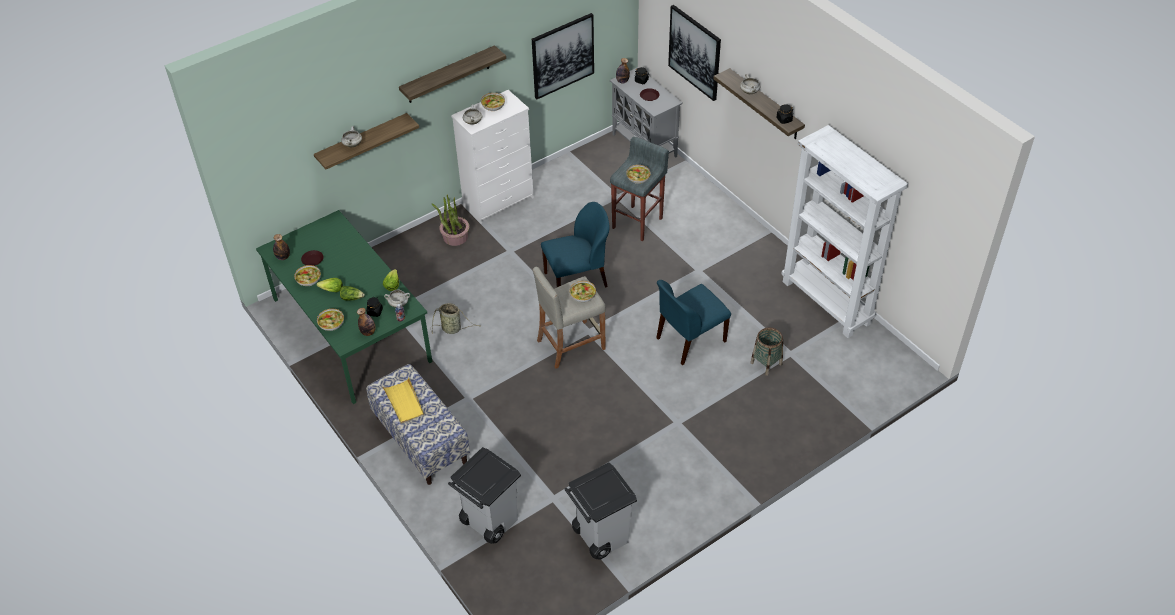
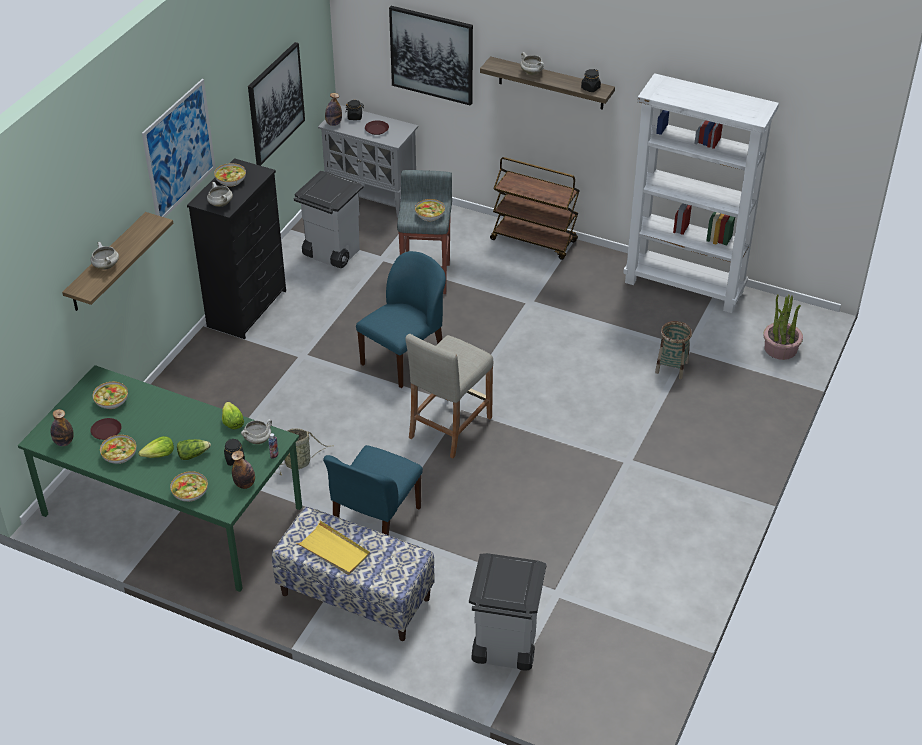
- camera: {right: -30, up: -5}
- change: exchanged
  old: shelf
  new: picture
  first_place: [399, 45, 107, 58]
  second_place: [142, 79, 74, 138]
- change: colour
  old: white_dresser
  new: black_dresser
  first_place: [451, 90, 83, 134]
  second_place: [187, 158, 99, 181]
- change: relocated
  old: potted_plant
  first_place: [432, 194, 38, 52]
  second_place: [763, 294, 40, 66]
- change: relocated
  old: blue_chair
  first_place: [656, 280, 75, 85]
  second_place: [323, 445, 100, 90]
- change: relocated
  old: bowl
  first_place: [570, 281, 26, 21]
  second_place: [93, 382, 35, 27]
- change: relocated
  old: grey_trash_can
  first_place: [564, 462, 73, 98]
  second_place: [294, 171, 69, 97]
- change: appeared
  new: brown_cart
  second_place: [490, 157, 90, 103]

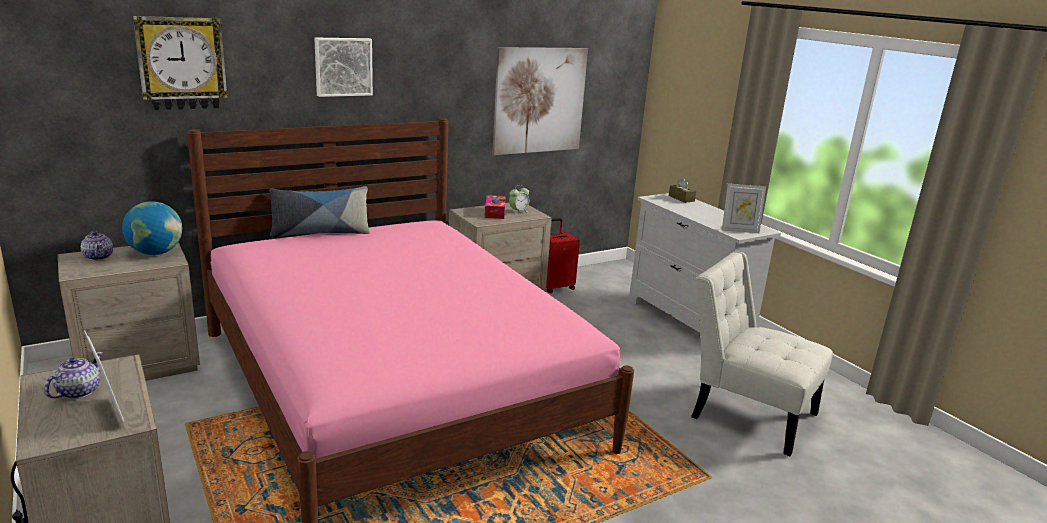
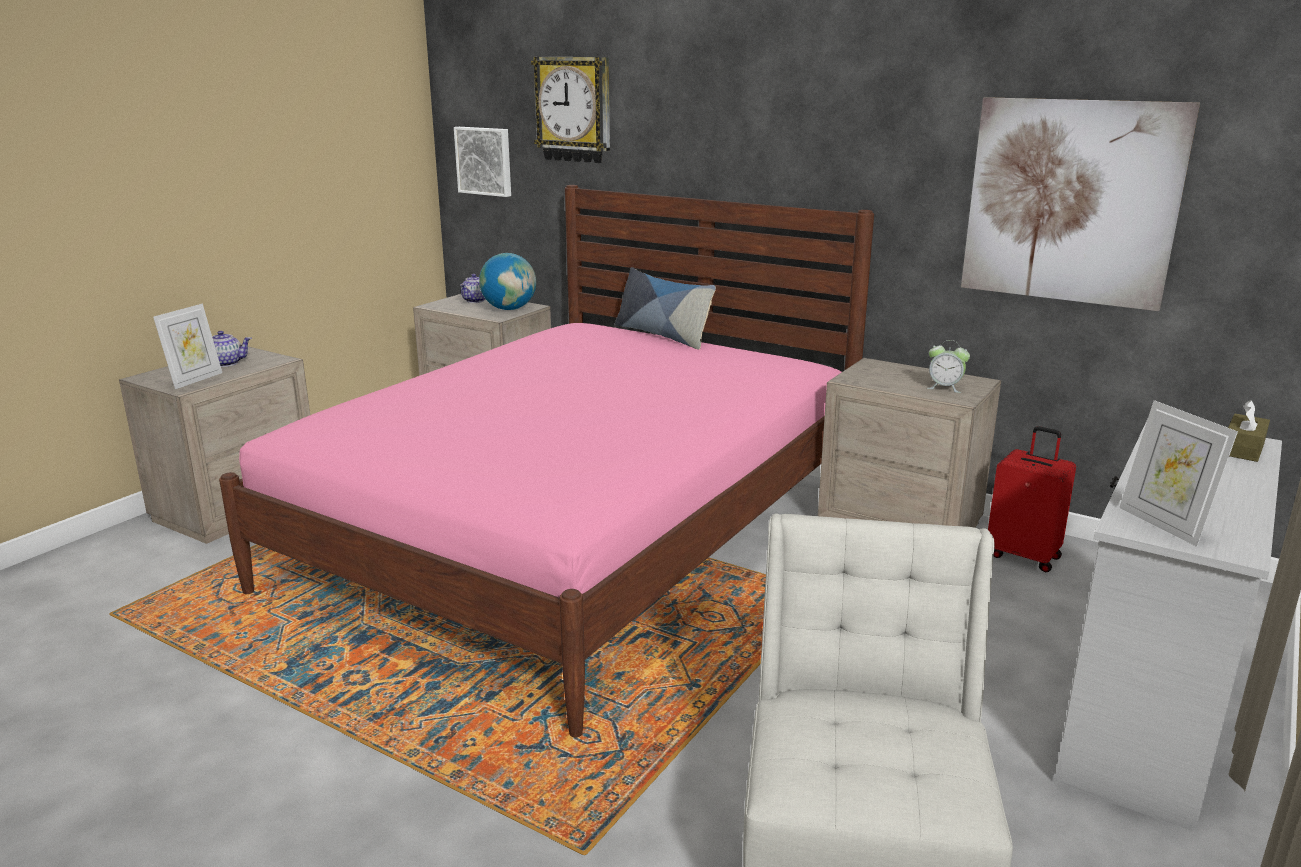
- camera: {right: 65, up: 0}
- change: relocated
  old: picture
  first_place: [314, 38, 59, 59]
  second_place: [454, 127, 57, 70]
- change: missing
  old: tissue_box
  first_place: [485, 195, 21, 24]

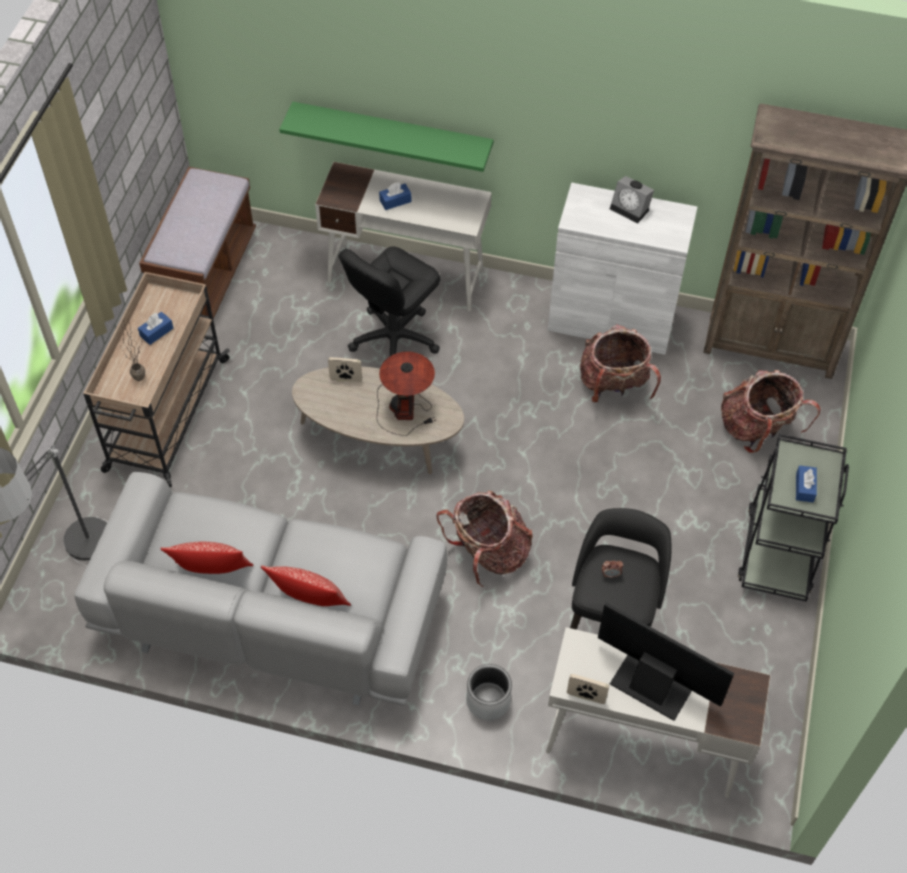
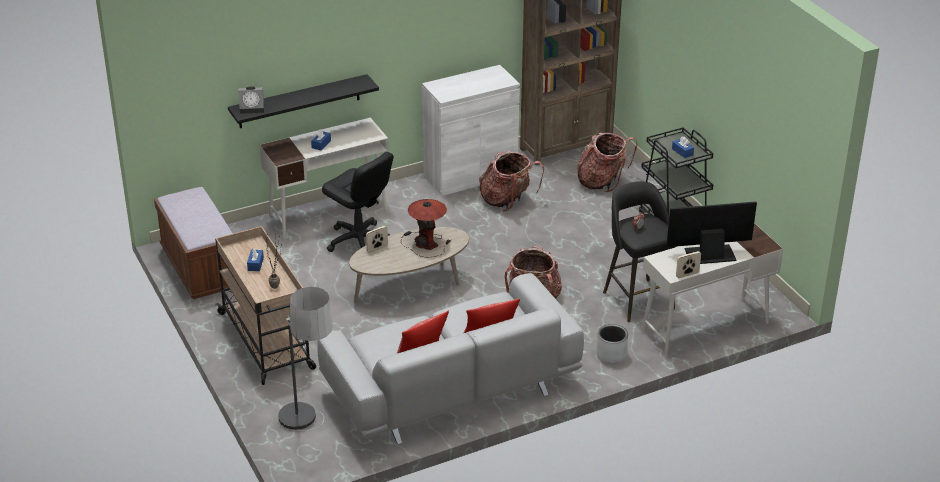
- camera: {right: -40, up: -20}
- change: colour
  old: green_shelf
  new: black_shelf
  first_place: [279, 102, 214, 70]
  second_place: [228, 74, 151, 54]
- change: relocated
  old: alarm_clock
  first_place: [610, 176, 44, 47]
  second_place: [238, 87, 26, 27]
- change: spun
  old: black_office_chair
  first_place: [338, 246, 102, 110]
  second_place: [322, 152, 72, 100]
  degrees: -45

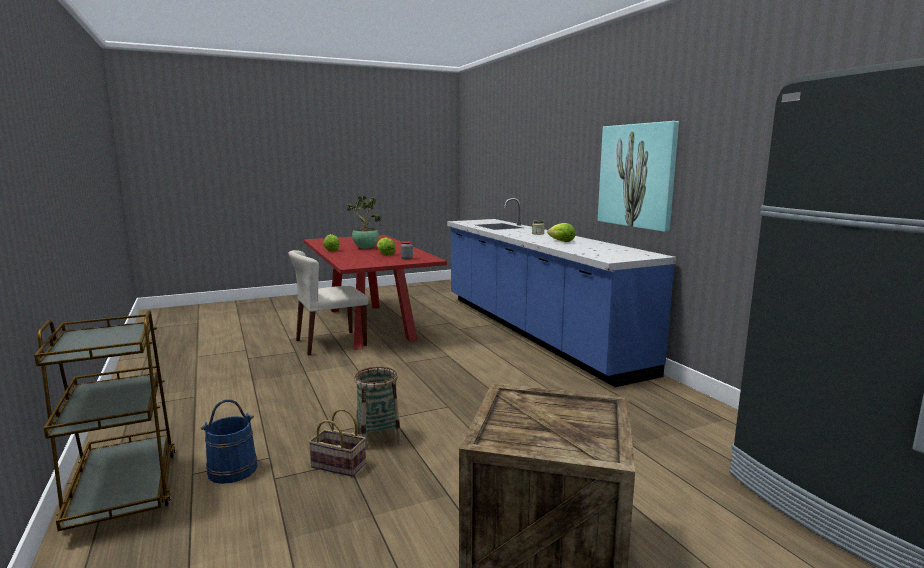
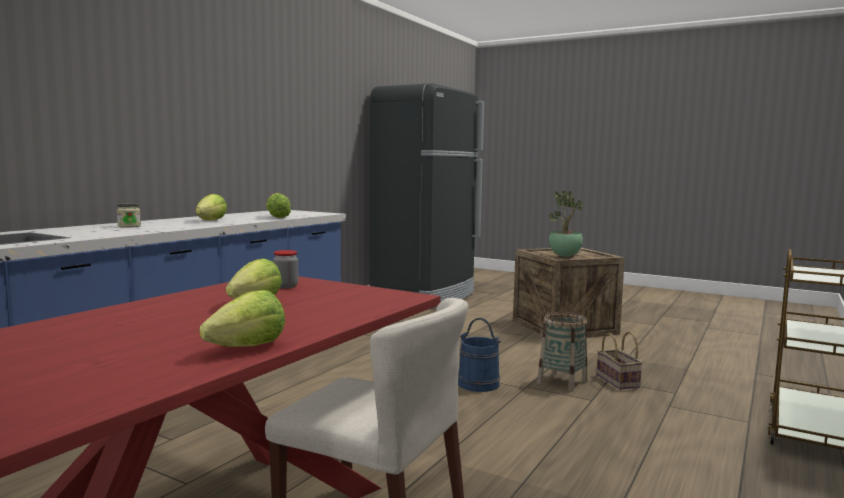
- camera: {right: -125, up: -5}
- change: missing
  old: picture
  first_place: [598, 121, 81, 111]
- change: relocated
  old: potted_plant
  first_place: [347, 196, 34, 53]
  second_place: [548, 190, 35, 67]
- change: relocated
  old: blue_bucket
  first_place: [201, 399, 56, 85]
  second_place: [458, 317, 43, 75]
- change: appeared
  new: lettuce
  second_place: [266, 193, 25, 25]

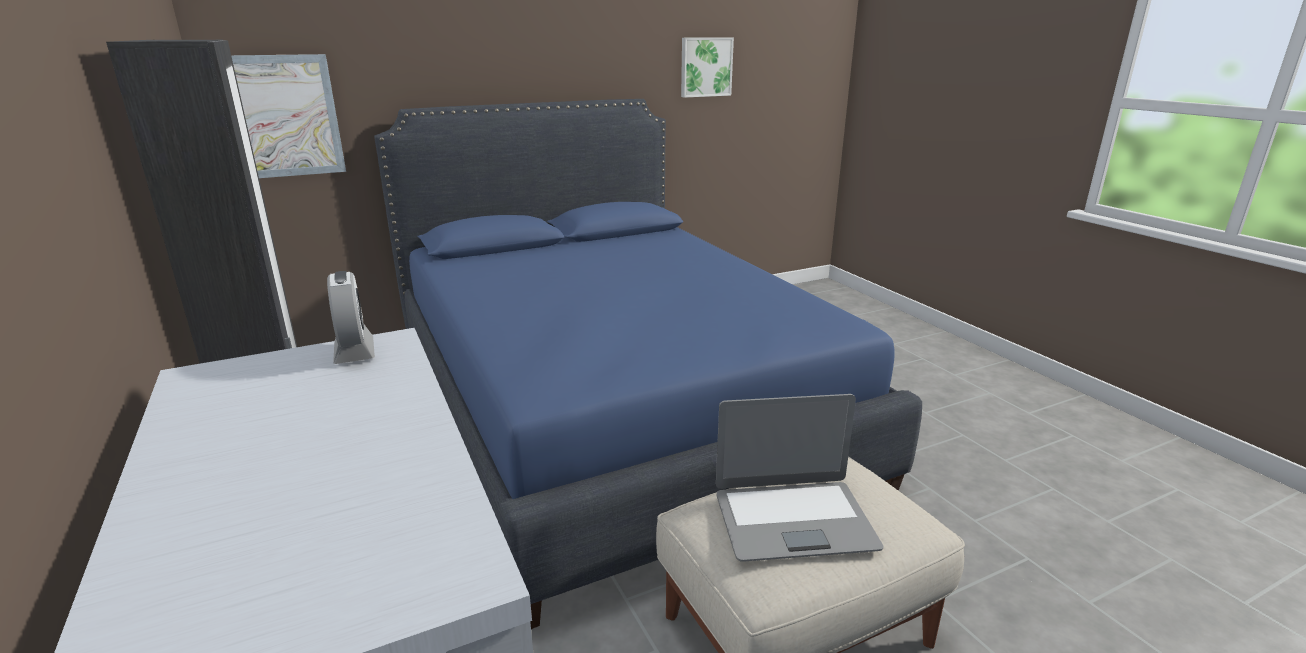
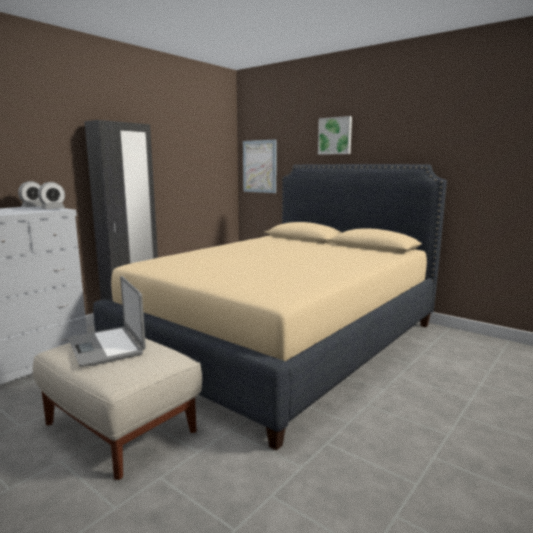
- camera: {right: 65, up: -10}
- change: relocated
  old: picture
  first_place: [681, 37, 53, 61]
  second_place: [318, 116, 34, 39]
- change: colour
  old: blue_bed
  new: beige_bed
  first_place: [374, 99, 548, 530]
  second_place: [93, 164, 354, 287]
- change: appeared
  new: alarm_clock
  second_place: [18, 181, 25, 26]

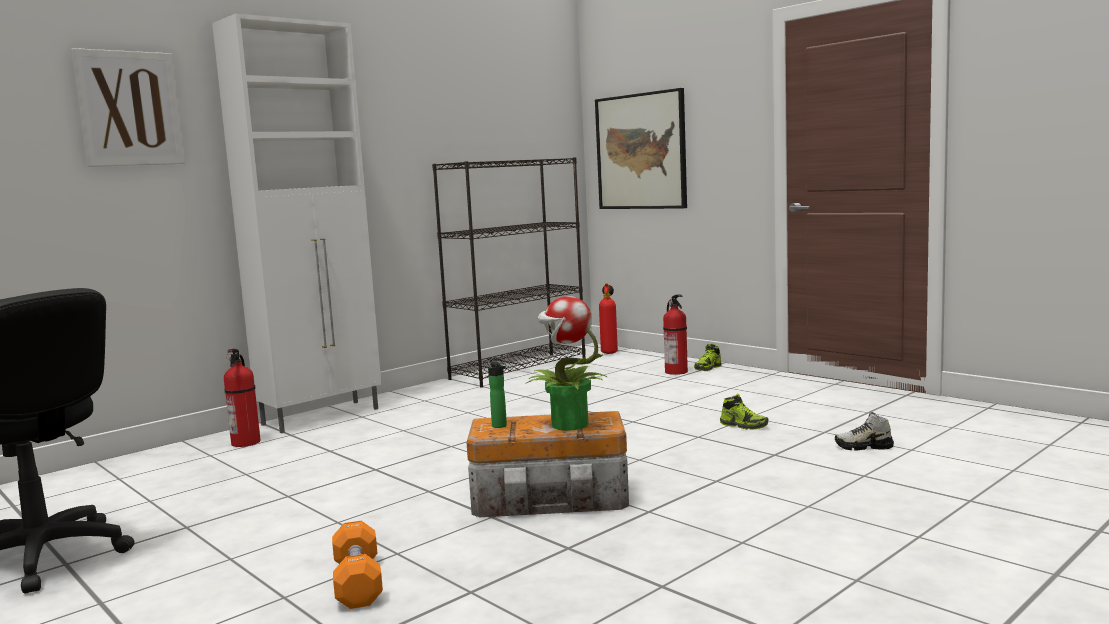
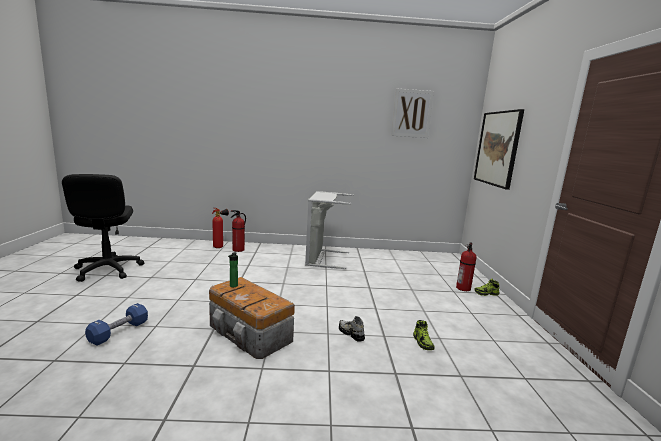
- camera: {right: 40, up: 5}
- change: missing
  old: white_cabinet
  first_place: [212, 13, 169, 421]
- change: relocated
  old: picture
  first_place: [72, 48, 113, 119]
  second_place: [391, 88, 43, 50]
- change: missing
  old: black_bookcase
  first_place: [432, 157, 154, 231]
- change: relocated
  old: fire_extinguisher
  first_place: [599, 283, 19, 71]
  second_place: [212, 208, 17, 40]
- change: missing
  old: potted_plant
  first_place: [525, 296, 82, 135]
- change: relocated
  old: shoe
  first_place: [835, 412, 59, 38]
  second_place: [339, 316, 26, 26]
- change: colour
  old: orange_dumbbell
  new: blue_dumbbell
  first_place: [332, 521, 51, 88]
  second_place: [85, 303, 63, 43]
- change: appeared
  new: grey_laundry_basket
  second_place: [305, 191, 49, 78]

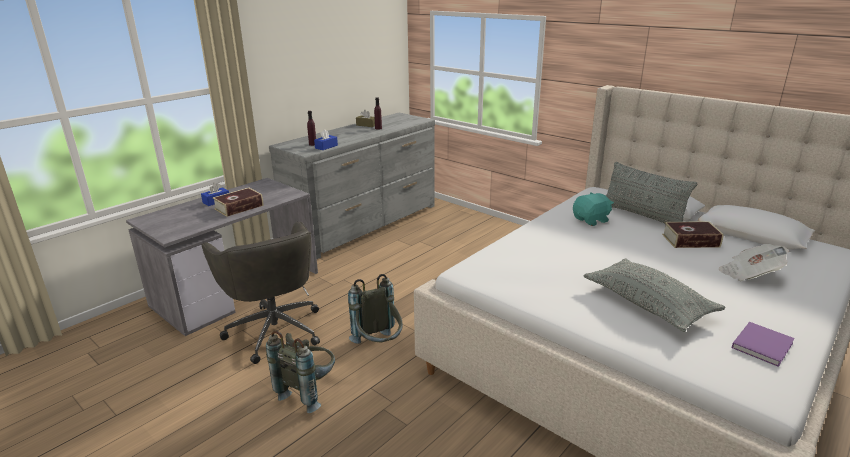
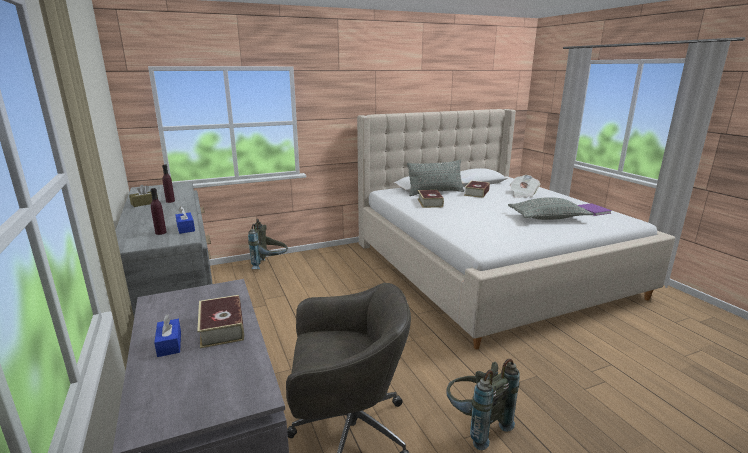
- camera: {right: -65, up: -5}
- change: exchanged
  old: turquoise_plush_toy
  new: book
  first_place: [573, 192, 41, 34]
  second_place: [417, 190, 27, 18]
- change: relocated
  old: grey_backpack
  first_place: [348, 274, 55, 70]
  second_place: [248, 219, 40, 50]

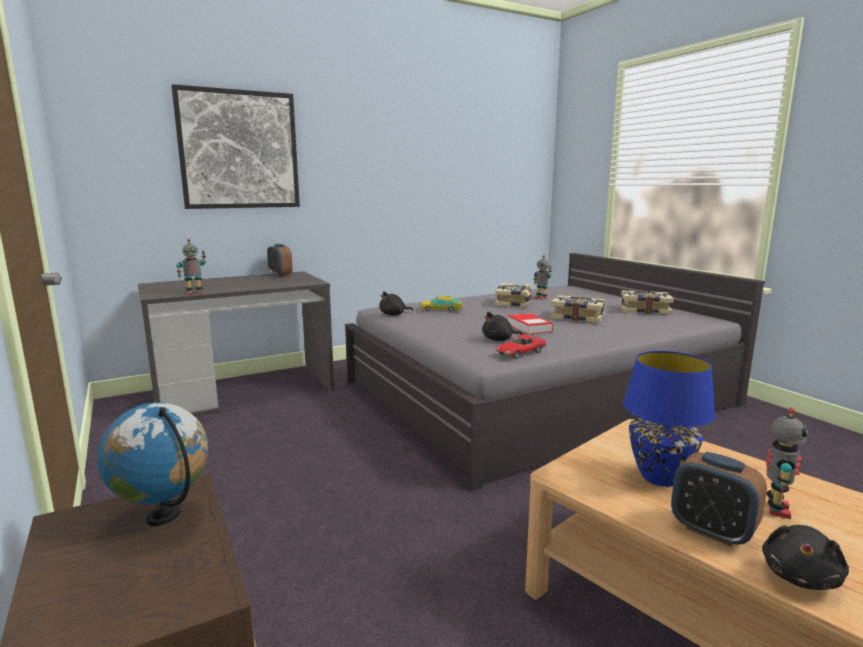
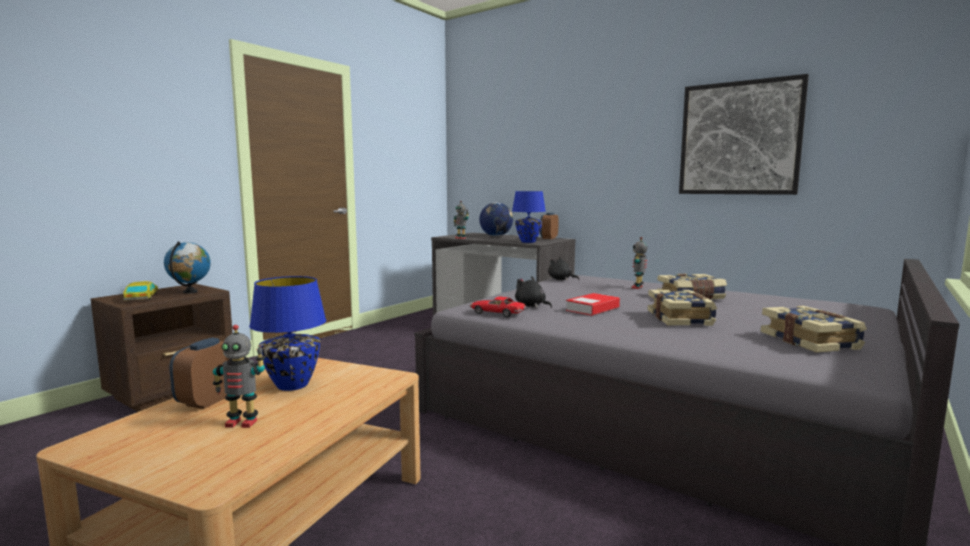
- camera: {right: 65, up: -5}
- change: relocated
  old: picture
  first_place: [171, 84, 129, 125]
  second_place: [679, 74, 130, 121]
- change: relocated
  old: toy_robot
  first_place: [533, 255, 19, 45]
  second_place: [631, 237, 17, 52]
- change: relocated
  old: toy_car
  first_place: [420, 296, 43, 16]
  second_place: [123, 281, 35, 20]
- change: missing
  old: black_plush_toy
  first_place: [762, 525, 87, 65]
- change: appeared
  new: blue_table_lamp
  second_place: [512, 191, 34, 52]
- change: appeared
  new: globe
  second_place: [479, 202, 34, 34]

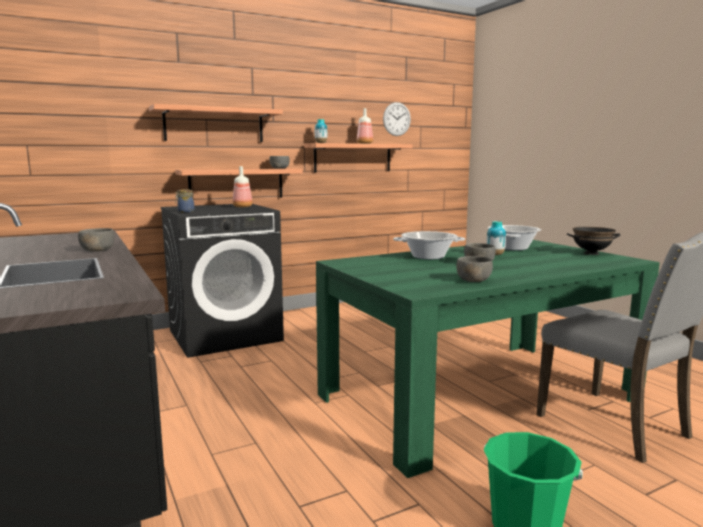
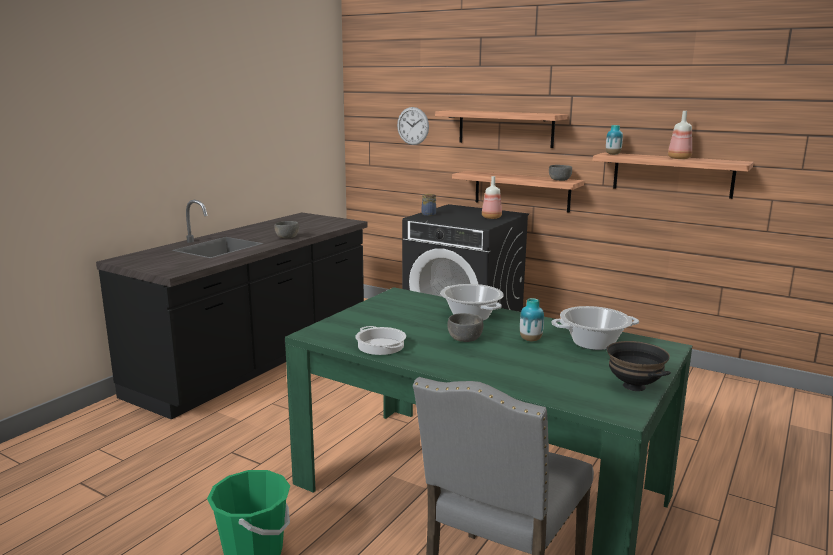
- camera: {right: 60, up: 5}
- change: relocated
  old: wall_clock
  first_place: [383, 102, 28, 34]
  second_place: [397, 107, 32, 38]
- change: exchanged
  old: grey_bowl
  new: cooking_pot
  first_place: [456, 256, 37, 26]
  second_place: [355, 326, 51, 29]

